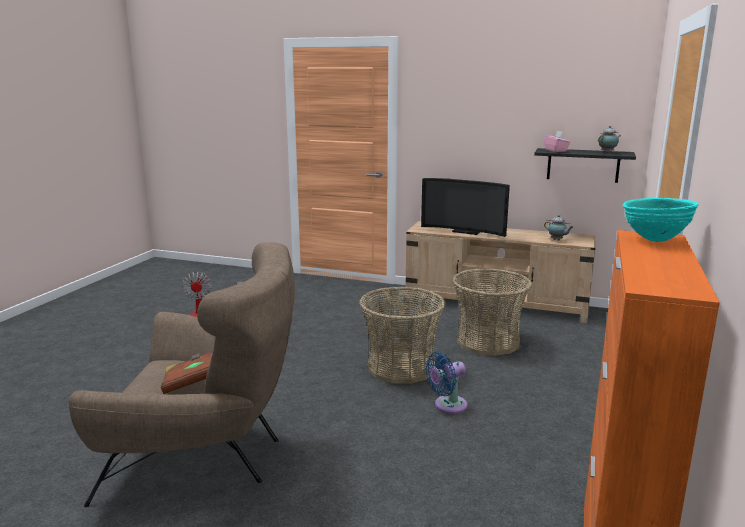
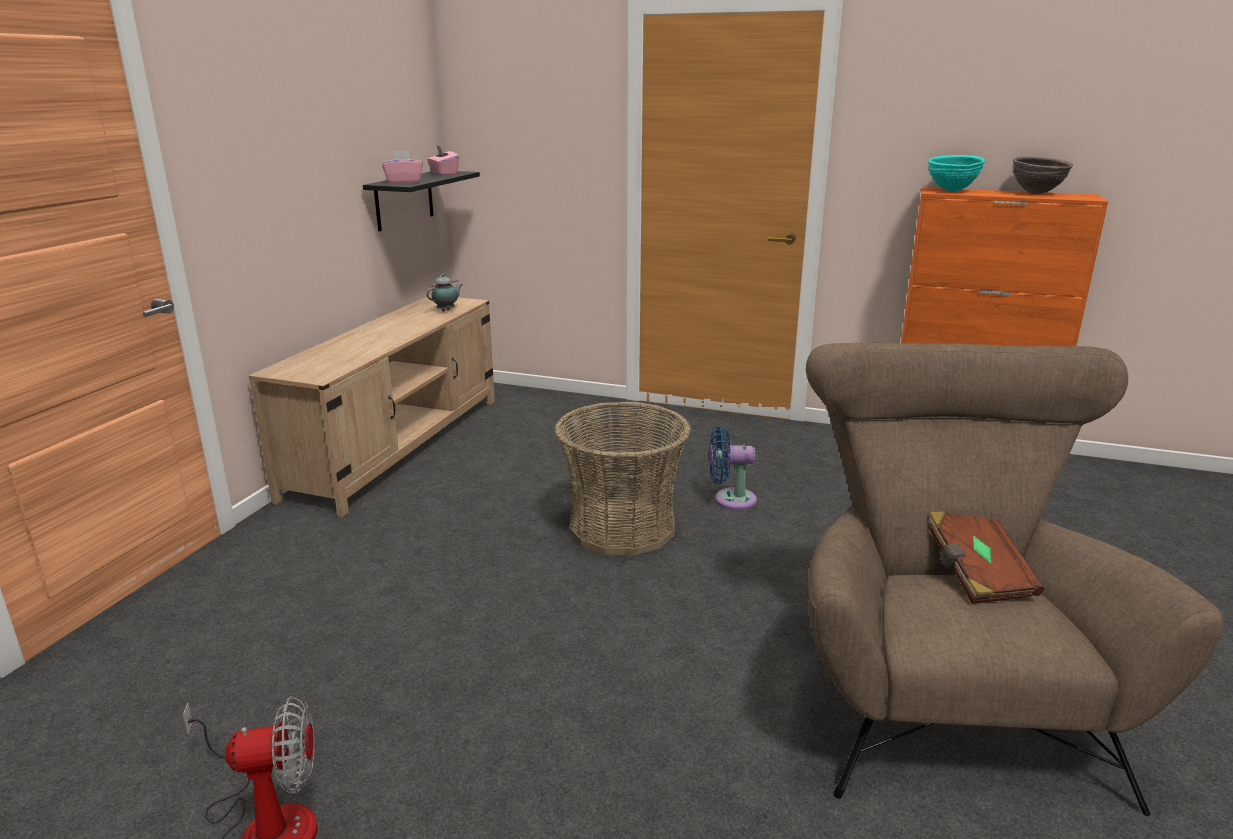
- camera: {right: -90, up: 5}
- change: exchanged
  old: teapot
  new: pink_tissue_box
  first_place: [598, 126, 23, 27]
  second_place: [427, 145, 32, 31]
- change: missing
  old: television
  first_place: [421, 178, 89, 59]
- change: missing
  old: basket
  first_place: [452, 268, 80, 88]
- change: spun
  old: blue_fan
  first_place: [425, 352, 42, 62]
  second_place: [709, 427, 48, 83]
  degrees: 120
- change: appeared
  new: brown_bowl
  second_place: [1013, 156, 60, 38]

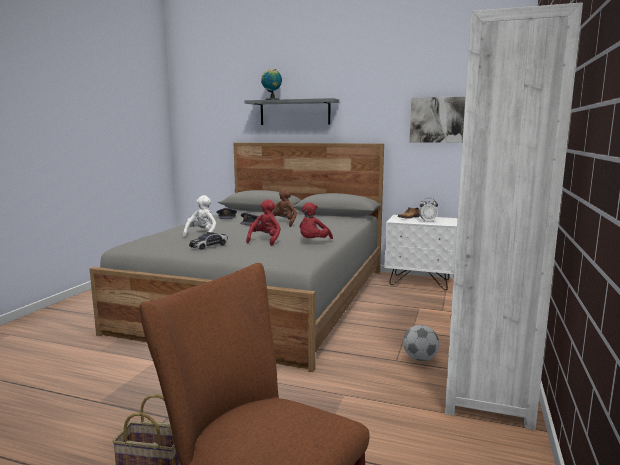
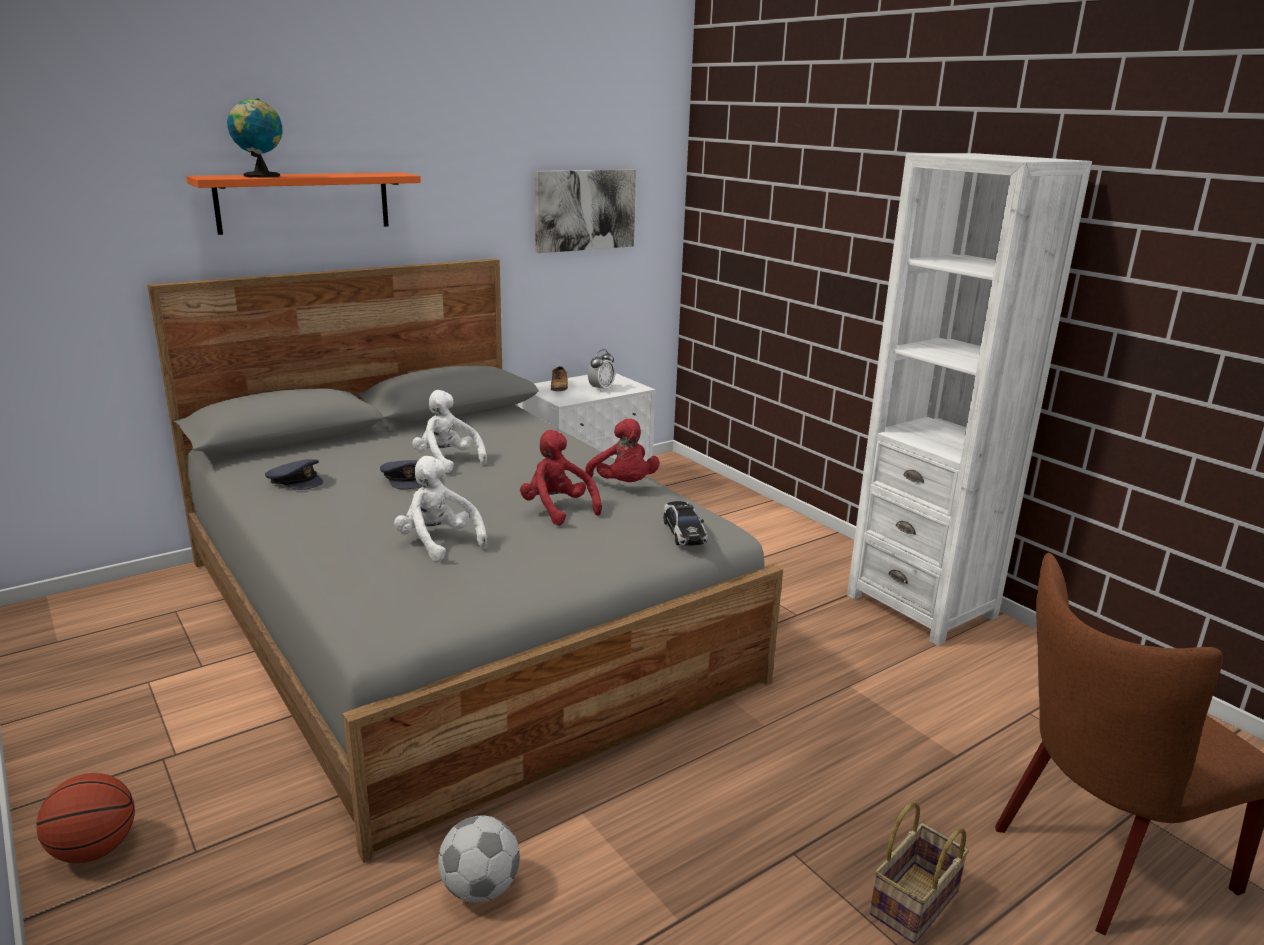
- camera: {right: -55, up: 10}
- change: colour
  old: grey_shelf
  new: orange_shelf
  first_place: [244, 98, 95, 27]
  second_place: [186, 172, 235, 63]
- change: colour
  old: brown_plush_toy
  new: white_plush_toy
  first_place: [273, 189, 24, 38]
  second_place: [412, 390, 75, 83]
- change: relocated
  old: toy_car
  first_place: [189, 232, 39, 18]
  second_place: [664, 501, 44, 45]
- change: relocated
  old: football
  first_place: [403, 325, 36, 36]
  second_place: [438, 816, 82, 87]
- change: appeared
  new: basketball
  second_place: [36, 773, 99, 90]

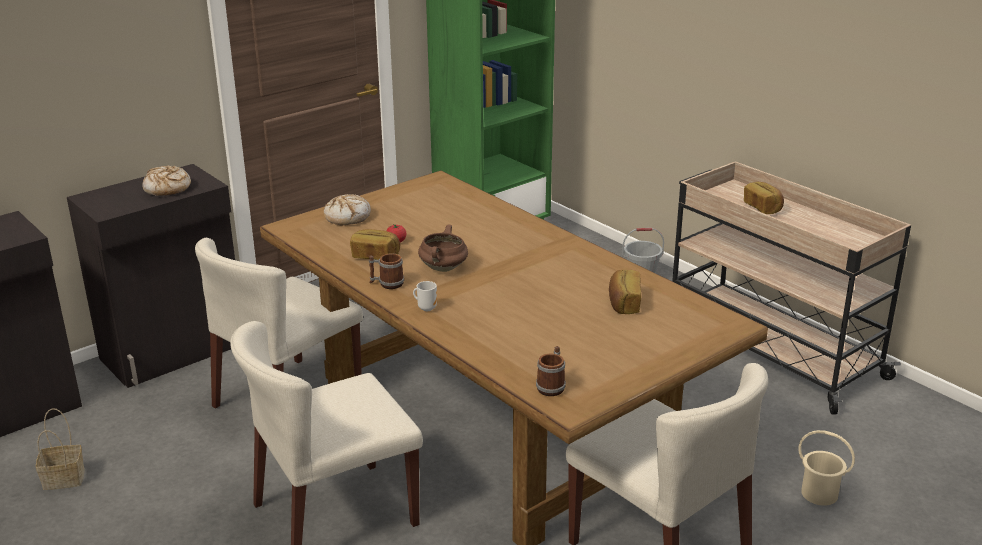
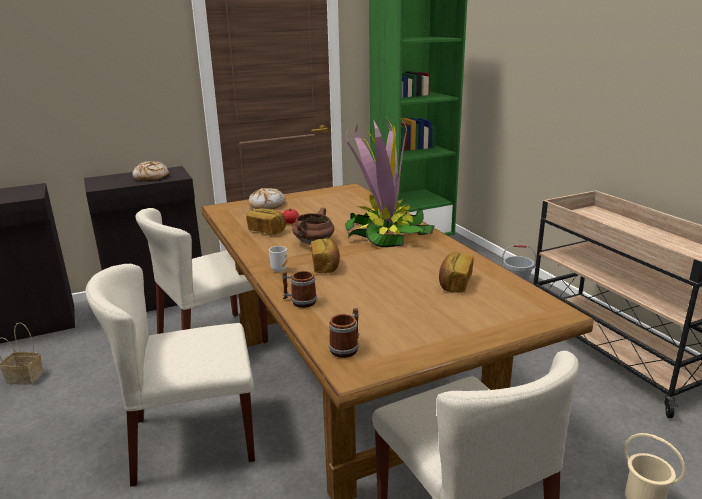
- camera: {right: 15, up: -5}
- change: relocated
  old: bread
  first_place: [744, 182, 40, 32]
  second_place: [311, 238, 29, 35]
- change: relocated
  old: mug
  first_place: [369, 253, 35, 36]
  second_place: [282, 271, 35, 37]
- change: appeared
  new: potted_plant
  second_place: [345, 115, 90, 132]

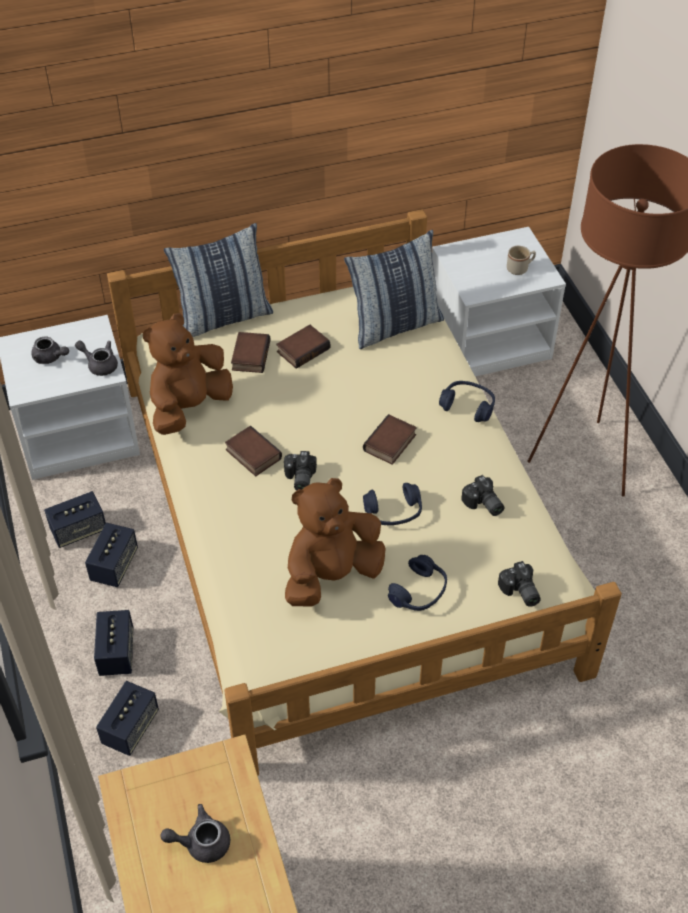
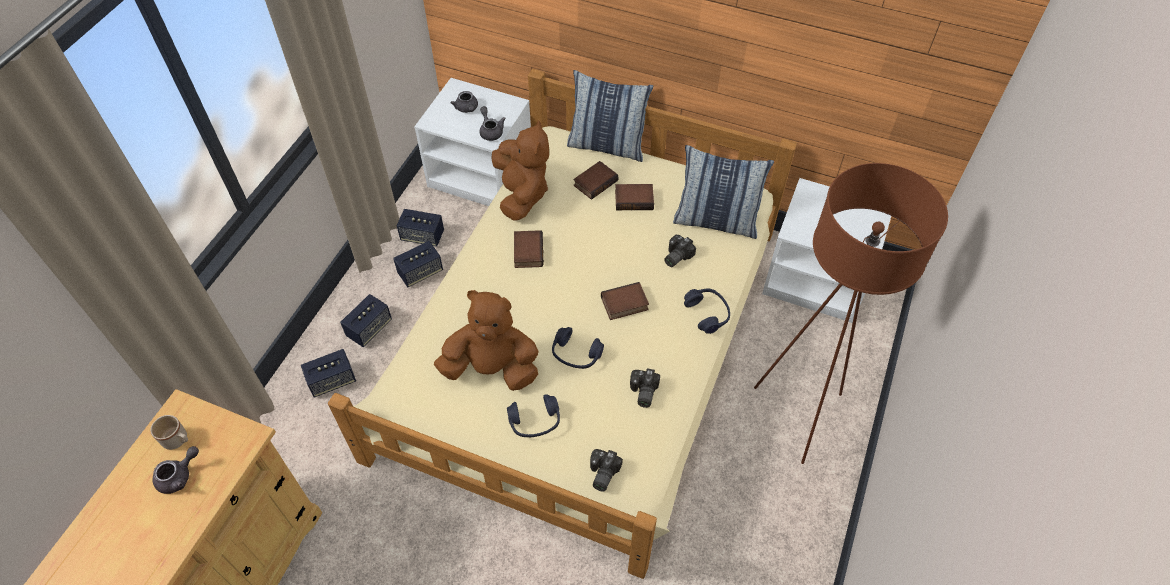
- camera: {right: 40, up: 5}
- change: relocated
  old: beige_mug
  first_place: [507, 246, 29, 29]
  second_place: [150, 415, 38, 35]
- change: spun
  old: brown_plush_toy
  first_place: [143, 313, 90, 122]
  second_place: [491, 120, 58, 101]
  degrees: 90
- change: relocated
  old: photo_camera
  first_place: [284, 451, 33, 40]
  second_place: [664, 235, 32, 32]
- change: spun
  old: grey_teapot
  first_place: [160, 804, 70, 59]
  second_place: [153, 446, 46, 48]
  degrees: 105

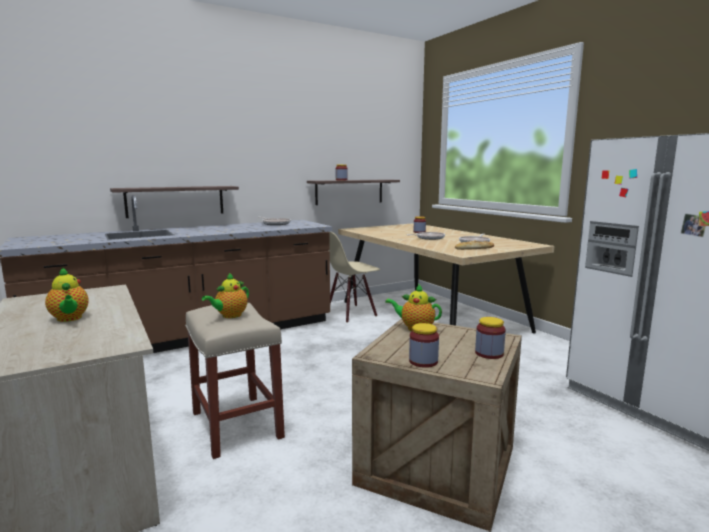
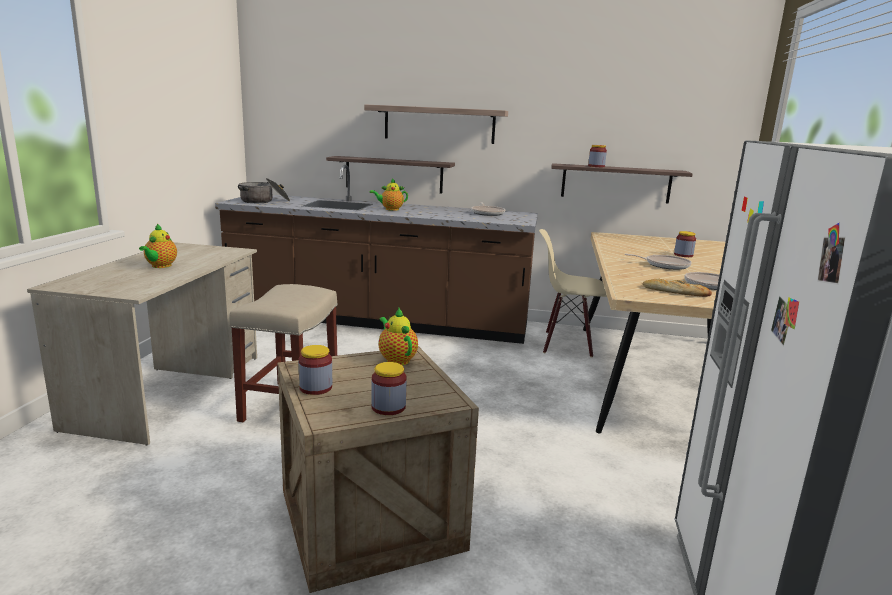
- camera: {right: 40, up: 5}
- change: relocated
  old: teapot
  first_place: [202, 273, 47, 45]
  second_place: [370, 178, 38, 33]
- change: appeared
  new: shelf
  second_place: [364, 104, 144, 40]
- change: appeared
  new: cooking_pot
  second_place: [238, 178, 52, 25]

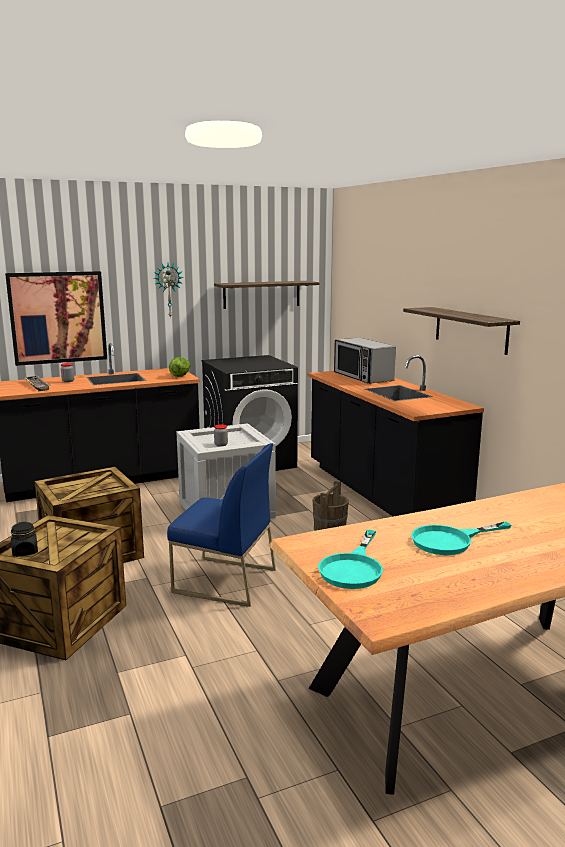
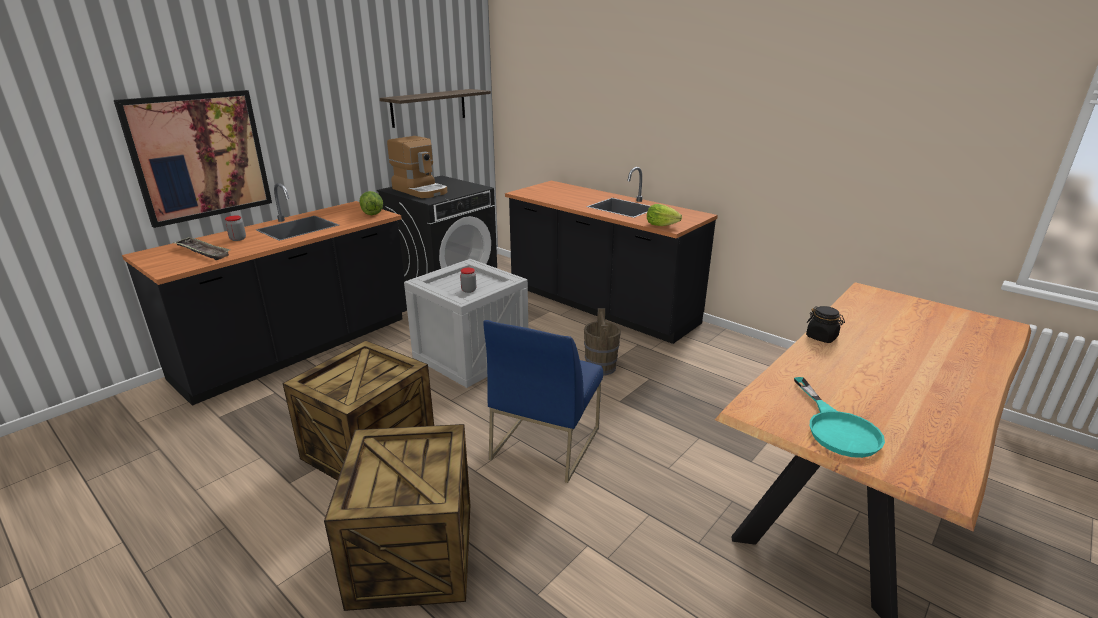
- camera: {right: -25, up: 10}
- change: missing
  old: wall_clock
  first_place: [154, 263, 30, 55]
- change: missing
  old: shelf
  first_place: [403, 307, 117, 48]
- change: missing
  old: microwave
  first_place: [334, 338, 62, 46]
- change: spun
  old: blue_chair
  first_place: [167, 443, 109, 164]
  second_place: [483, 320, 120, 163]
  degrees: 120
- change: relocated
  old: black_jar
  first_place: [11, 522, 27, 35]
  second_place: [806, 306, 39, 37]
- change: missing
  old: turquoise_frying_pan
  first_place: [411, 522, 100, 33]
- change: appeared
  new: coffee_machine
  second_place: [387, 136, 60, 62]
- change: appeared
  new: lettuce
  second_place: [647, 204, 35, 22]

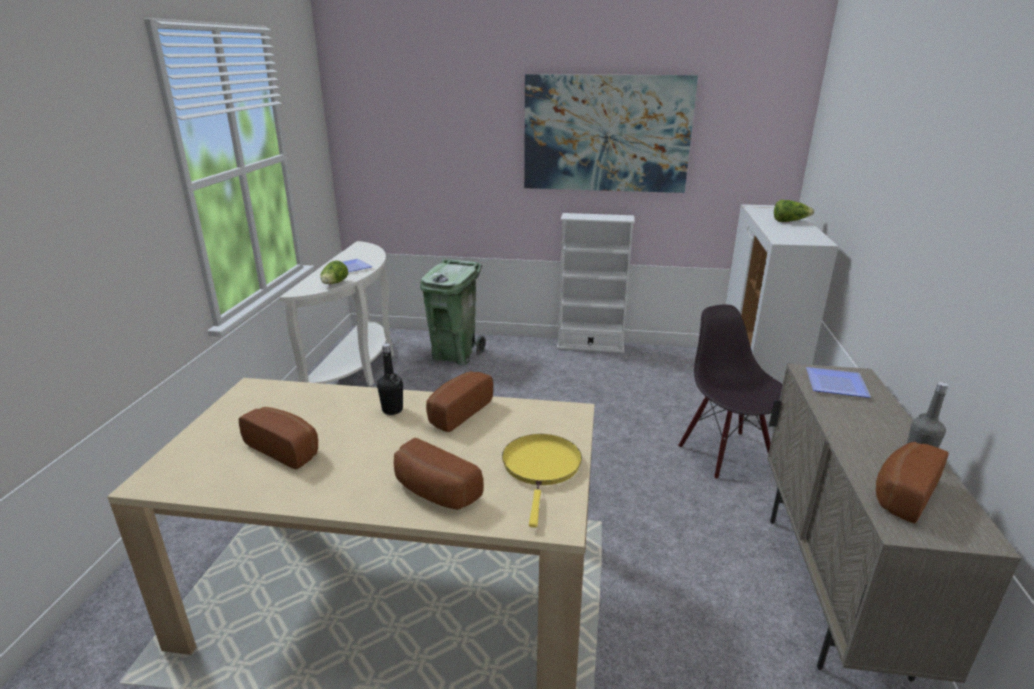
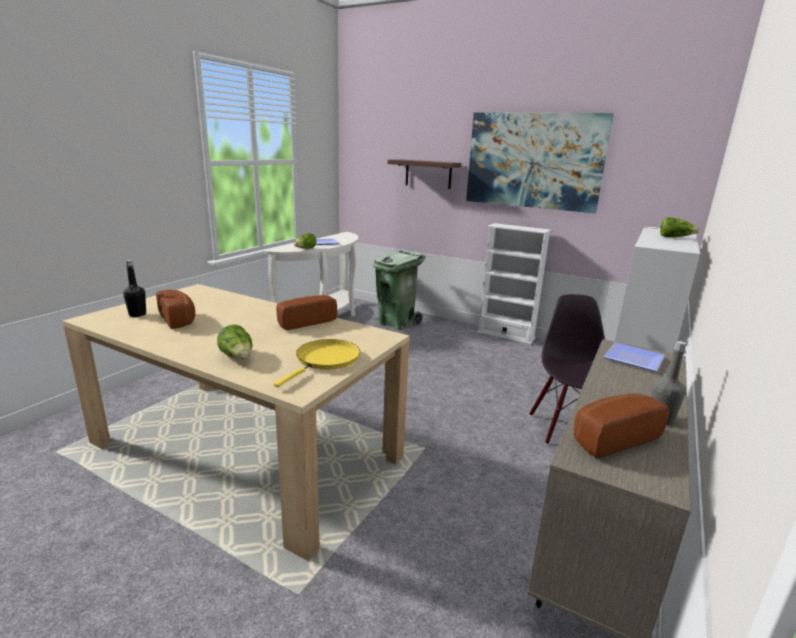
- camera: {right: 20, up: -5}
- change: relocated
  old: black_bottle
  first_place: [377, 343, 26, 72]
  second_place: [123, 260, 23, 57]
- change: exchanged
  old: bread
  new: lettuce
  first_place: [394, 438, 90, 72]
  second_place: [217, 324, 35, 35]
- change: appeared
  new: shelf
  second_place: [388, 159, 73, 30]

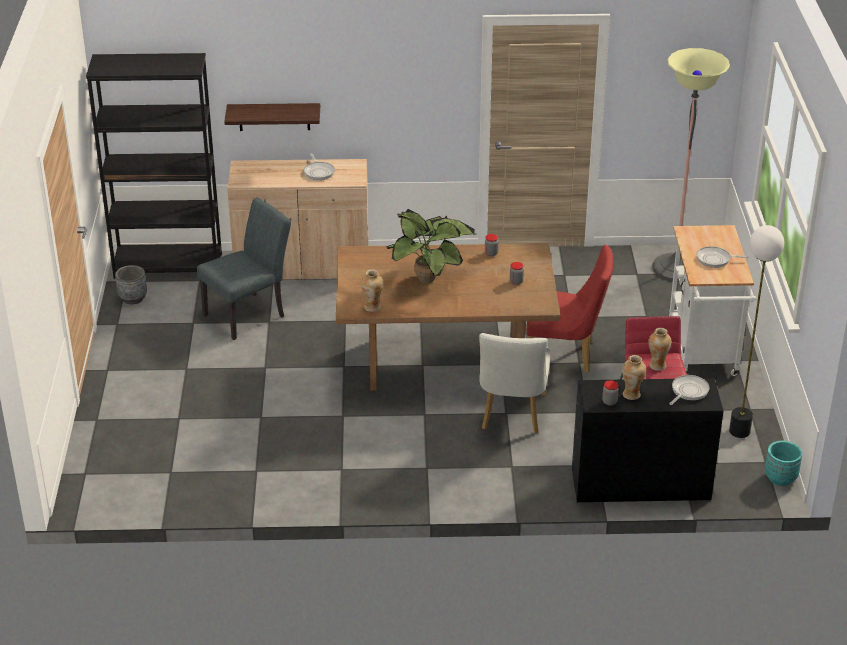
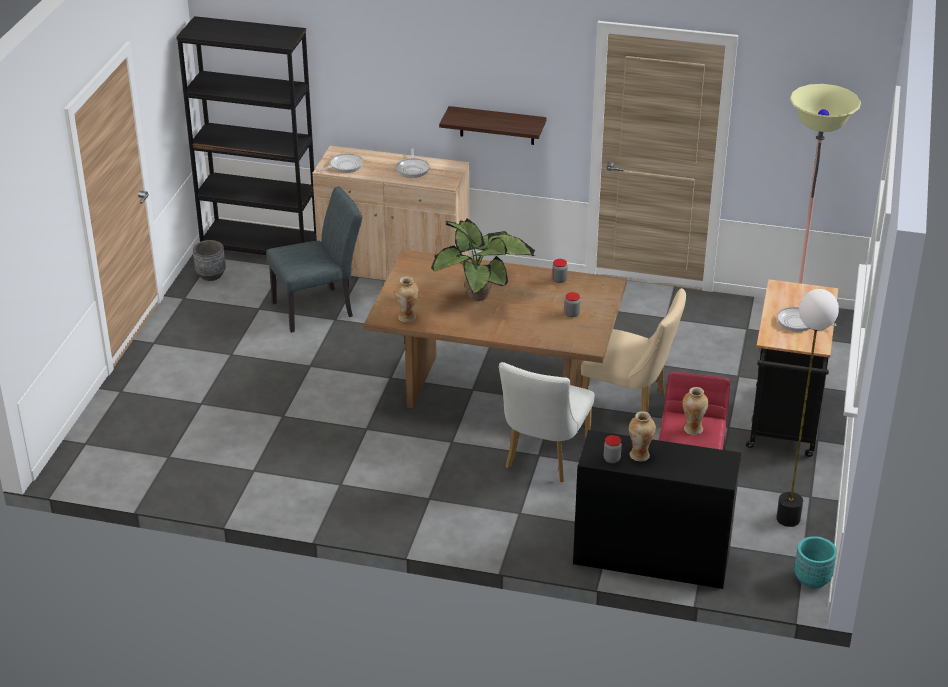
- camera: {right: 15, up: 0}
- change: relocated
  old: shelf
  first_place: [224, 103, 96, 28]
  second_place: [439, 106, 108, 39]
- change: colour
  old: white_cart
  new: black_cart
  first_place: [669, 225, 87, 151]
  second_place: [746, 279, 92, 178]
- change: colour
  old: red_chair
  new: beige_chair
  first_place: [526, 245, 87, 128]
  second_place: [581, 288, 105, 125]
- change: relocated
  old: frying_pan
  first_place: [669, 375, 41, 30]
  second_place: [317, 153, 46, 20]

